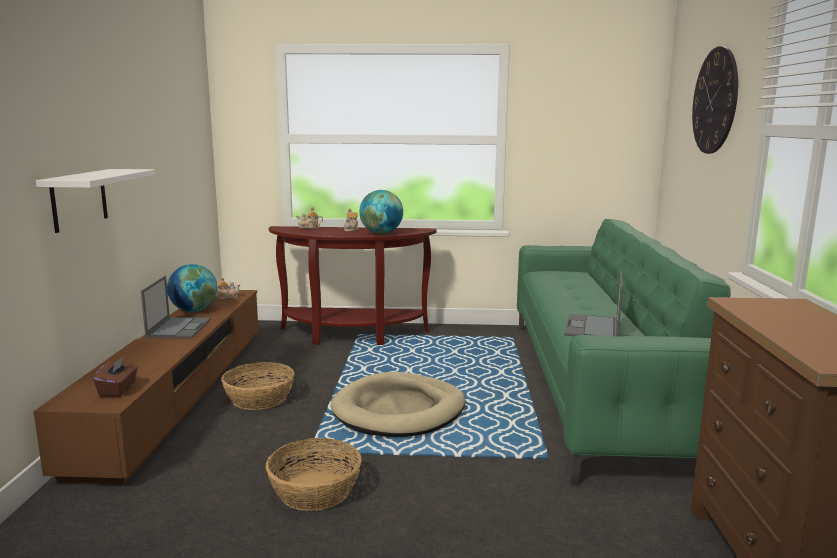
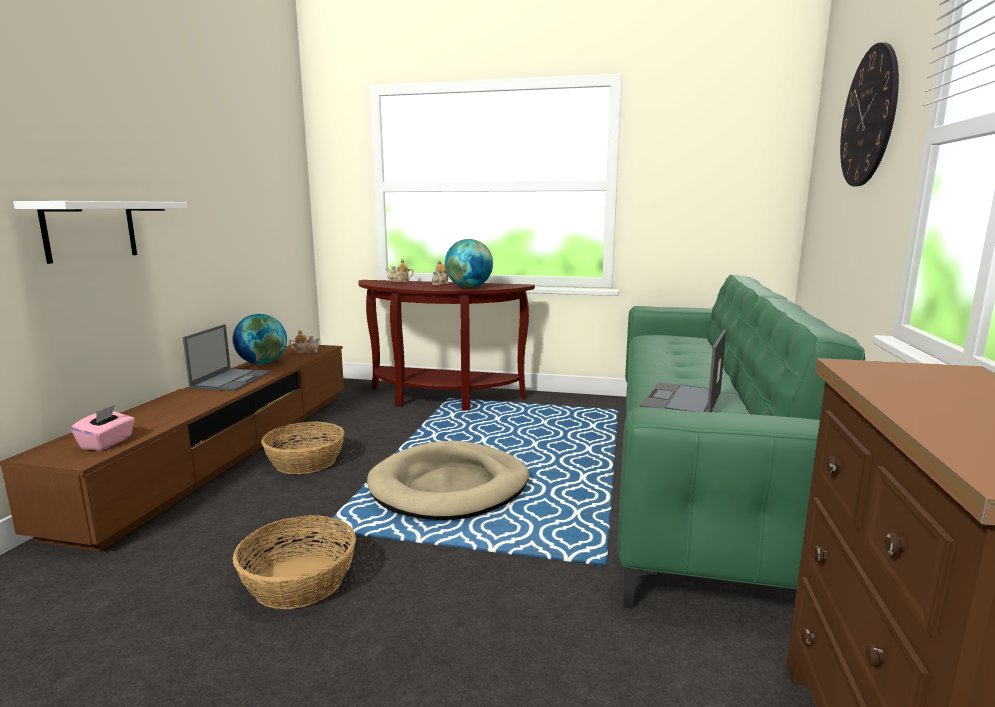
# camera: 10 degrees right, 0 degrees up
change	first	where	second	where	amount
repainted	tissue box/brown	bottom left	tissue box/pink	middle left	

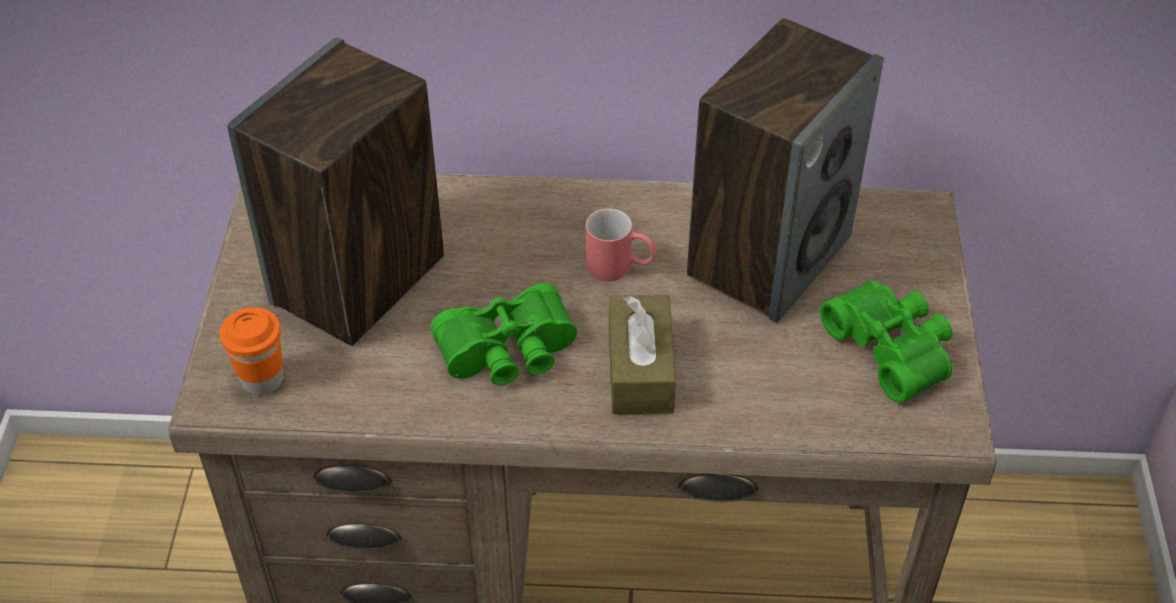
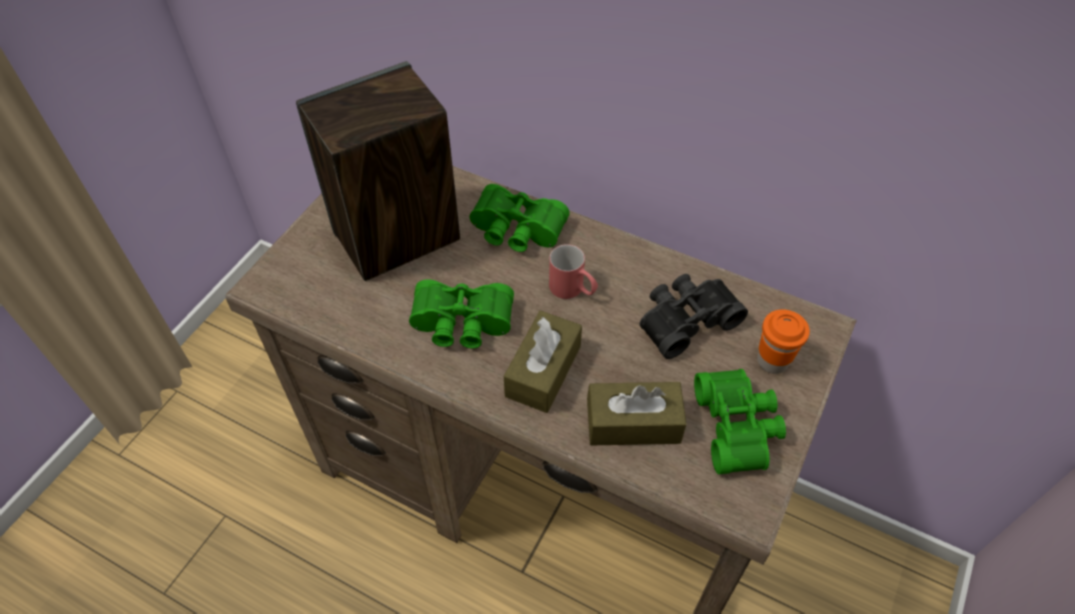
# camera: 25 degrees right, 5 degrees up
change	first	where	second	where	amount
swapped	speaker (no. 2 from left)	top right	binoculars/black	centre	
shifted	cup/orange	middle left		middle right	
new			binoculars/green (no. 2 from left)	centre	
new			tissue box/brown (no. 2 from left)	bottom centre	

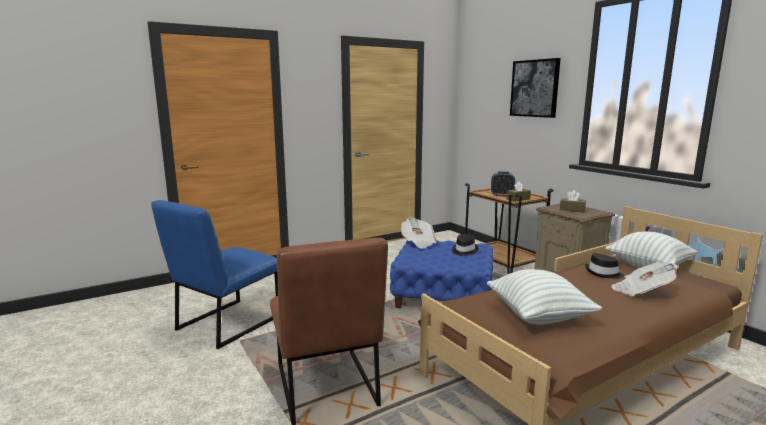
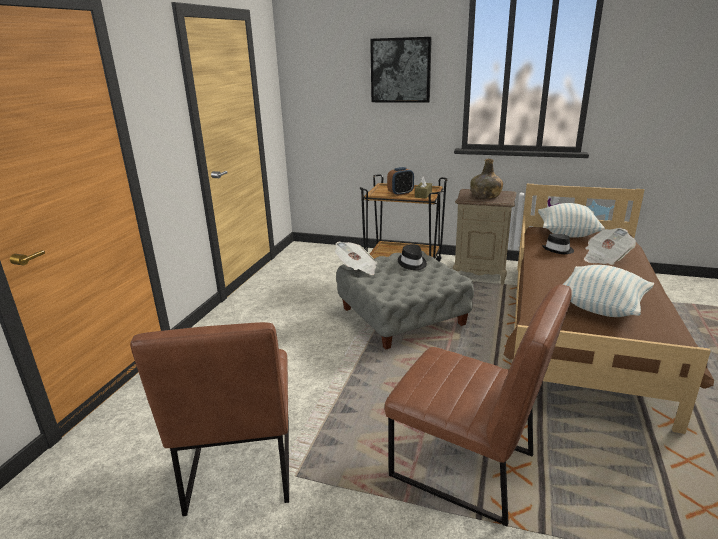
# camera: 40 degrees left, 10 degrees up
change	first	where	second	where	amount
swapped	tissue box/brown (no. 2 from left)	middle right	bottle/green	top right	
repainted	chair/blue	middle left	chair/brown (no. 1 from left)	bottom left	
repainted	ottoman/blue	centre	ottoman/grey	centre	

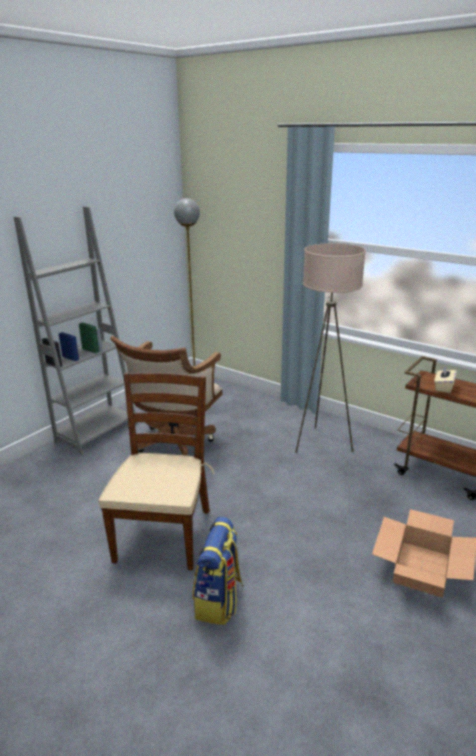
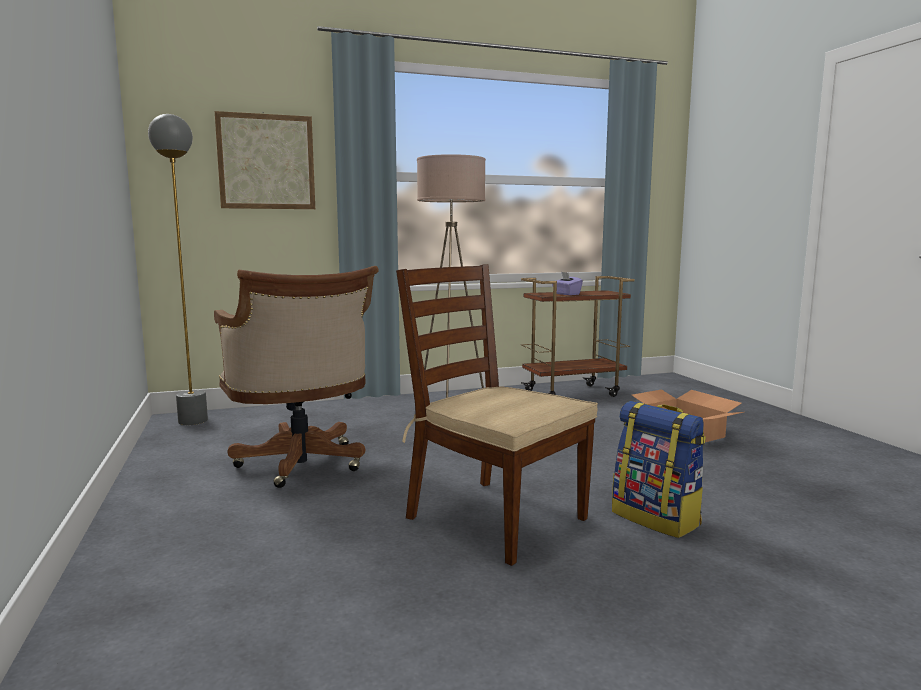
# camera: 55 degrees left, 15 degrees down
change	first	where	second	where	amount
gone	bookcase/grey	middle left			
repainted	tissue box/beige	middle right	tissue box/purple	centre	
new			picture	top left	

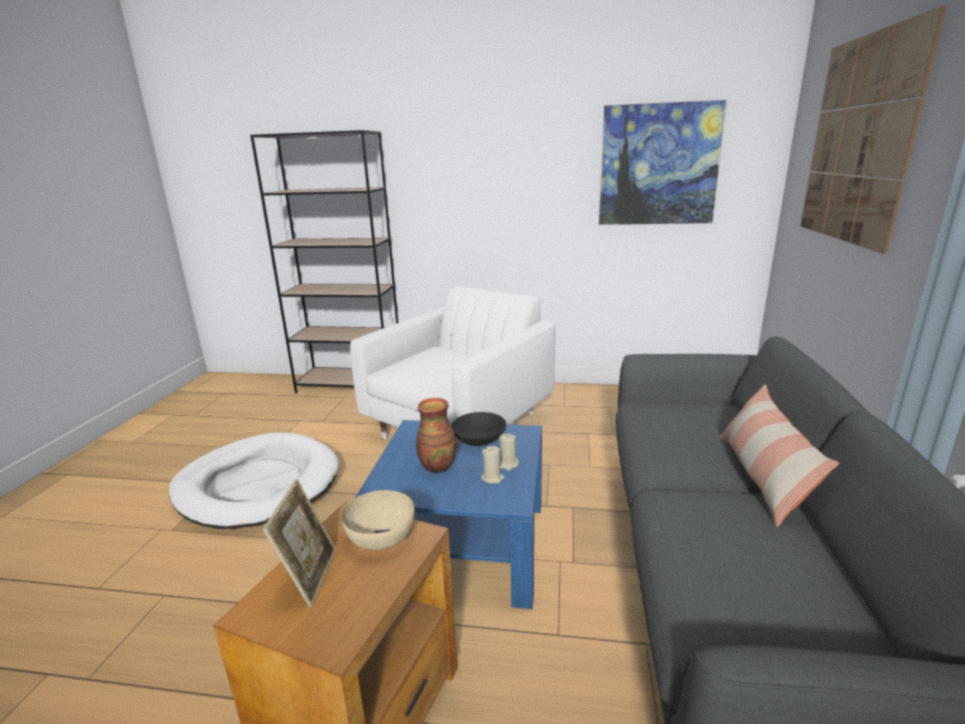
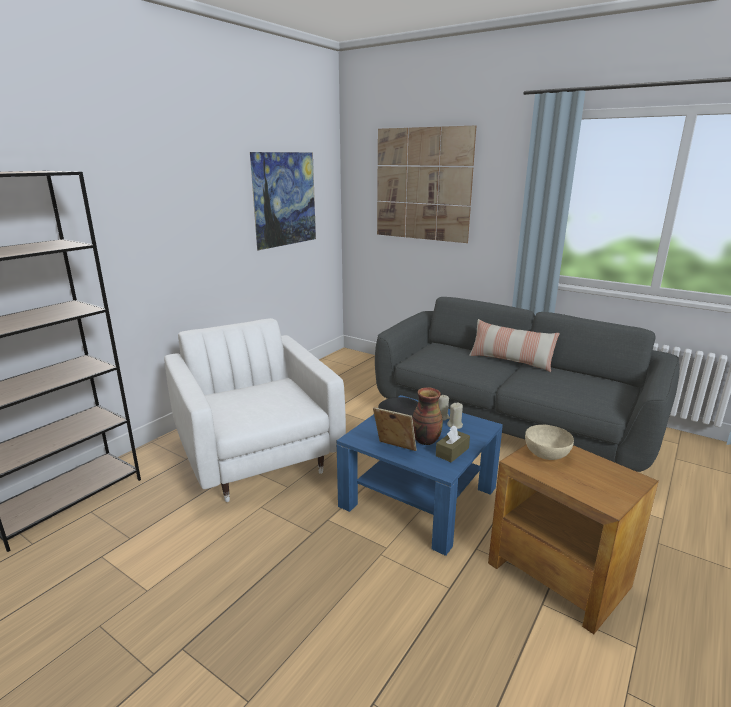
# camera: 65 degrees left, 0 degrees up
change	first	where	second	where	amount
gone	dog bed/white	middle left			
shifted	picture frame	bottom left		centre	
new			tissue box/brown	centre	

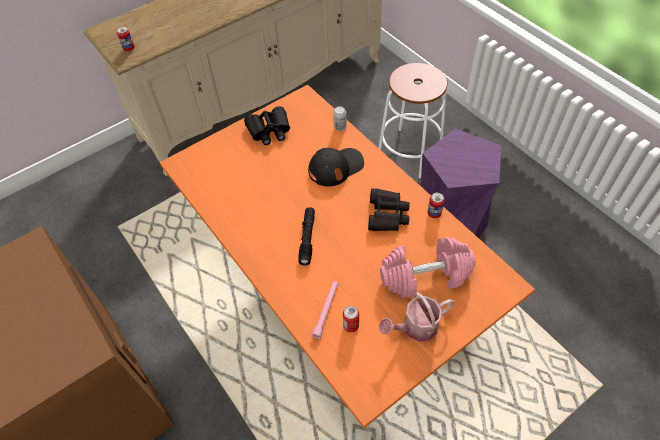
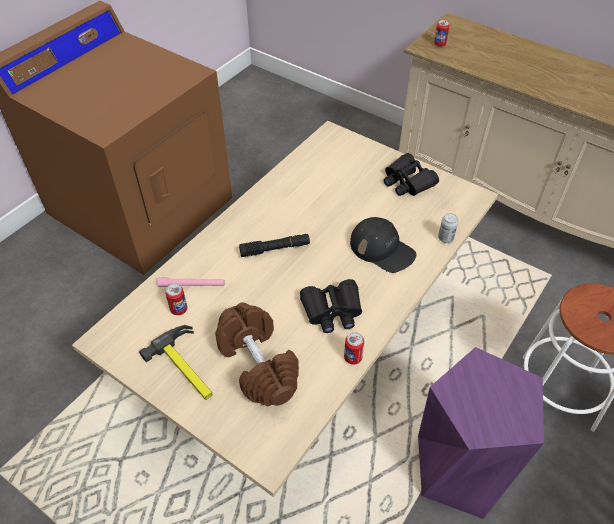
# camera: 70 degrees right, 5 degrees down
change	first	where	second	where	amount
repainted	dining table/orange	centre	dining table/beige	centre	
repainted	dumbbell/pink	centre	dumbbell/brown	bottom centre	
swapped	watering can	bottom centre	hammer	bottom left	

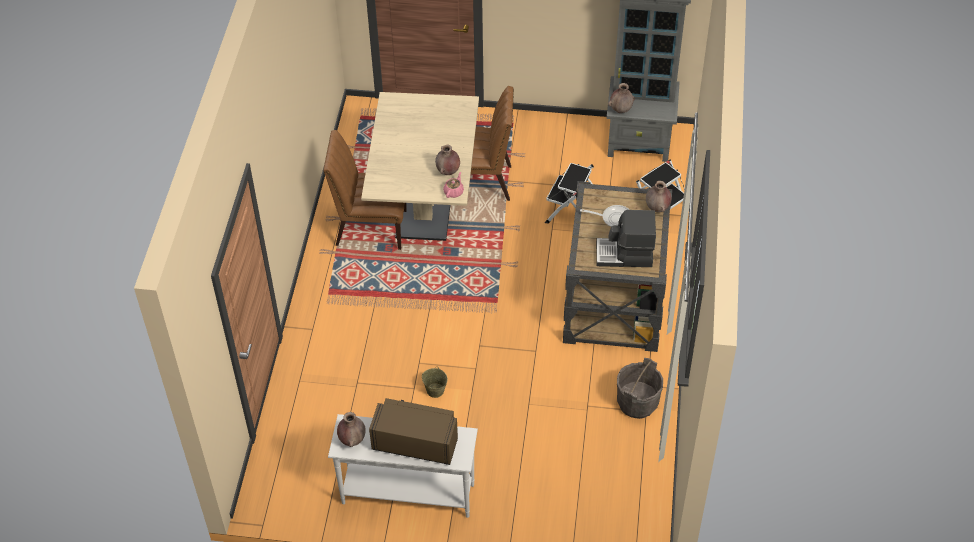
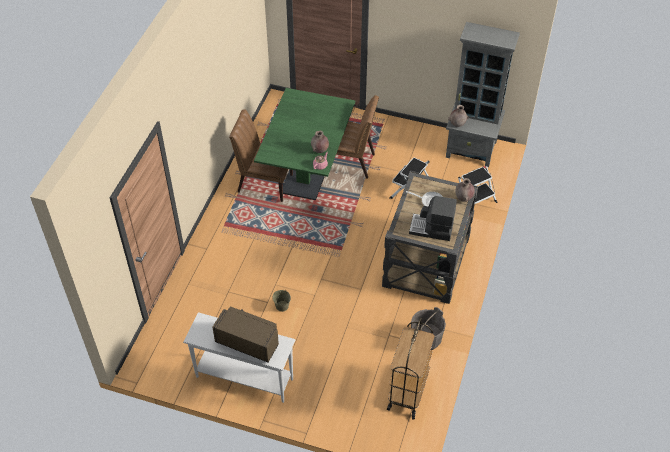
# camera: 10 degrees right, 0 degrees up
change	first	where	second	where	amount
repainted	dining table/beige	top centre	dining table/green	top centre	
gone	vase/brown (no. 1 from left)	bottom centre			
new			cart/brown	bottom centre	

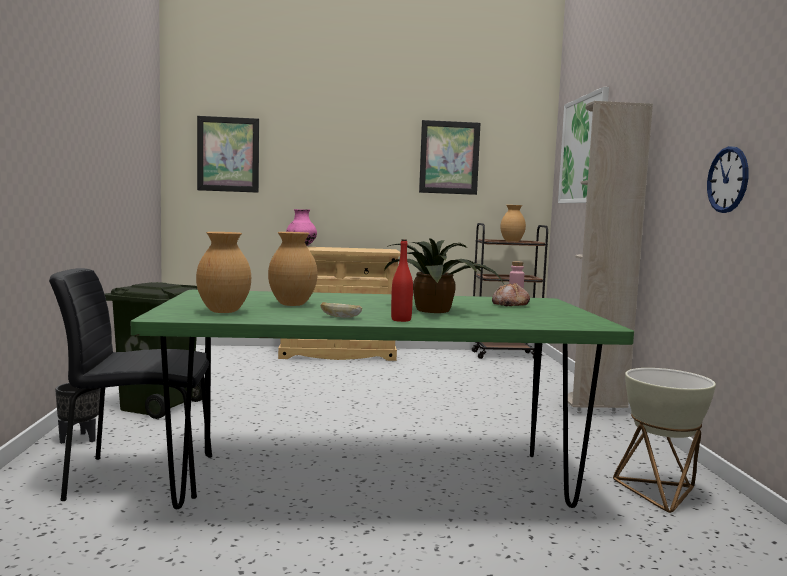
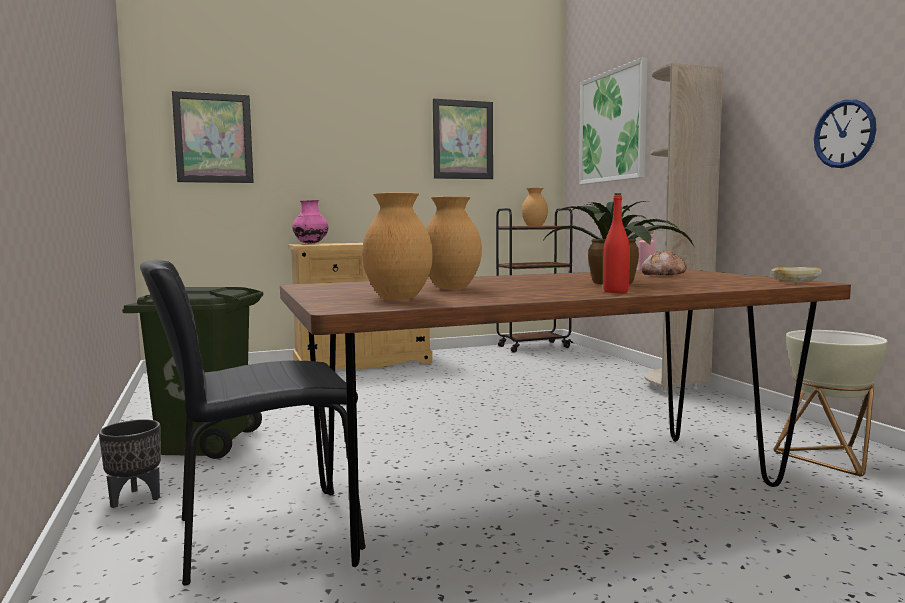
# camera: 15 degrees left, 0 degrees up
change	first	where	second	where	amount
repainted	dining table/green	bottom centre	dining table/brown	bottom centre	
shifted	bread (no. 1 from left in the first image)	centre	bread (no. 2 from left)	middle right	

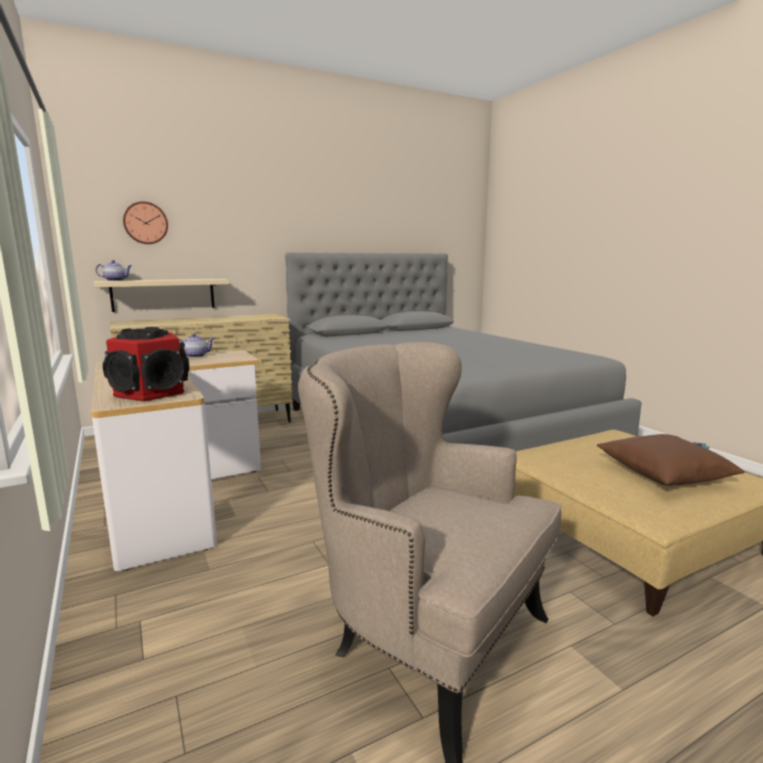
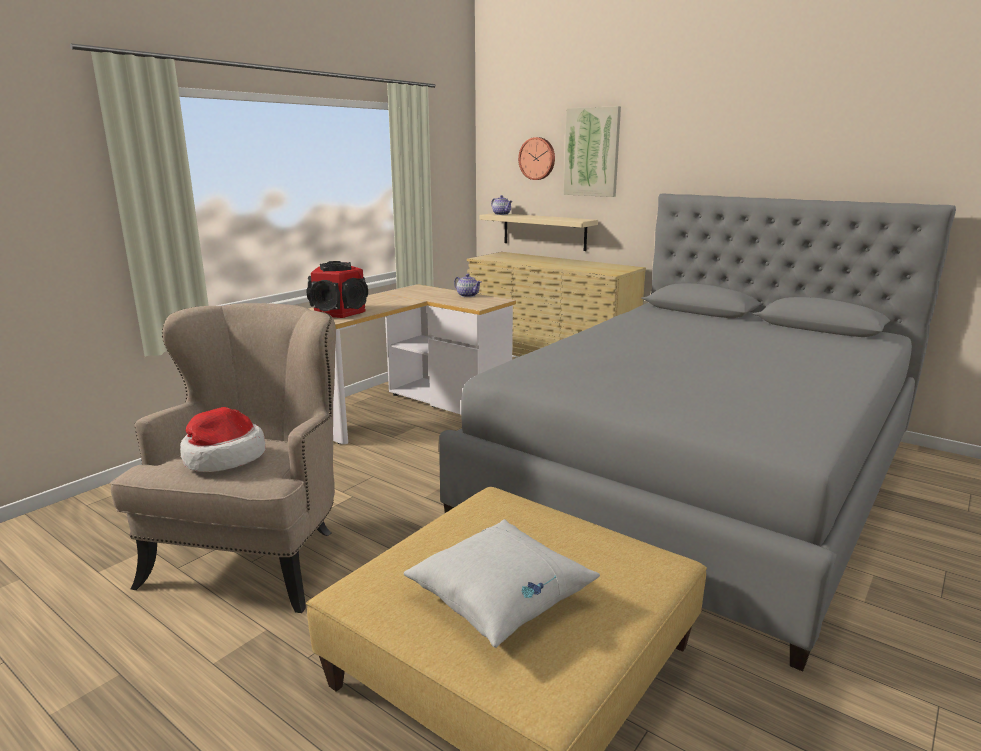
# camera: 65 degrees right, 5 degrees up
change	first	where	second	where	amount
repainted	pillow/brown	middle right	pillow/grey	bottom centre	
new			picture	top centre	
new			hat	middle left	

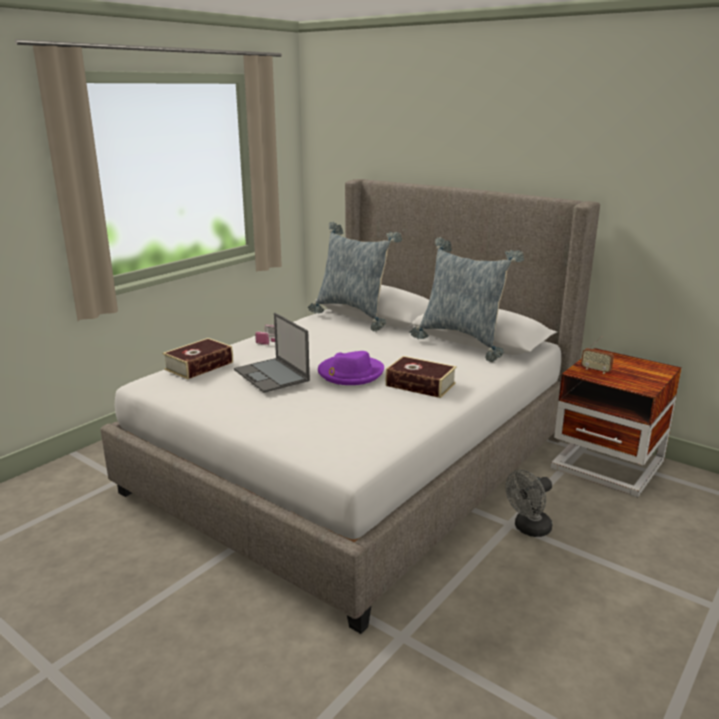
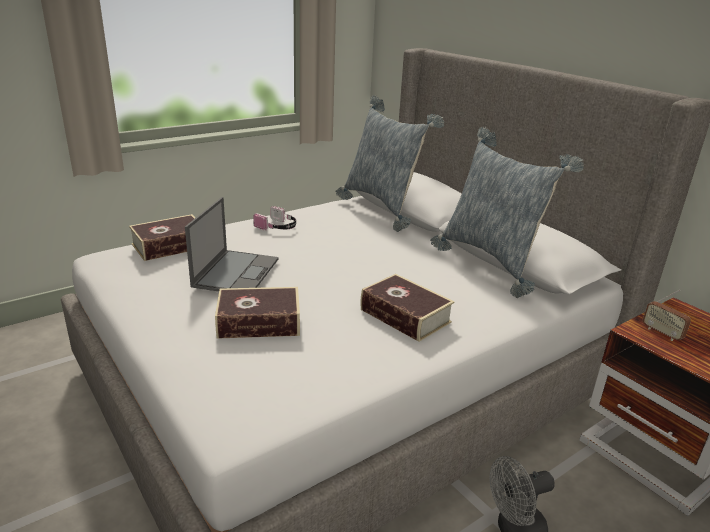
# camera: 15 degrees right, 5 degrees up
change	first	where	second	where	amount
rotated	laptop	centre		middle left	150 degrees counterclockwise
gone	hat/purple	centre			
new			book (no. 2 from left)	centre	

